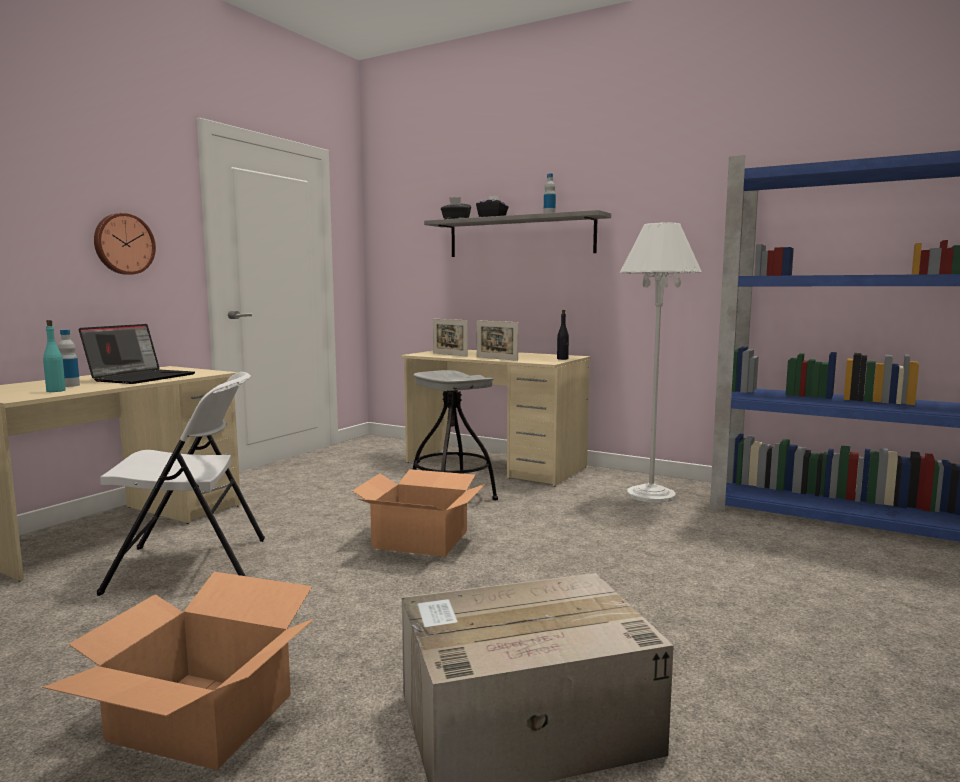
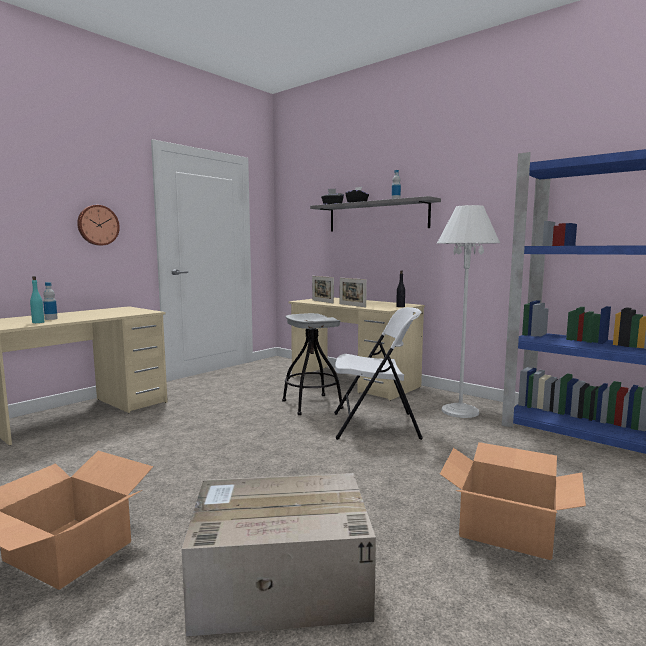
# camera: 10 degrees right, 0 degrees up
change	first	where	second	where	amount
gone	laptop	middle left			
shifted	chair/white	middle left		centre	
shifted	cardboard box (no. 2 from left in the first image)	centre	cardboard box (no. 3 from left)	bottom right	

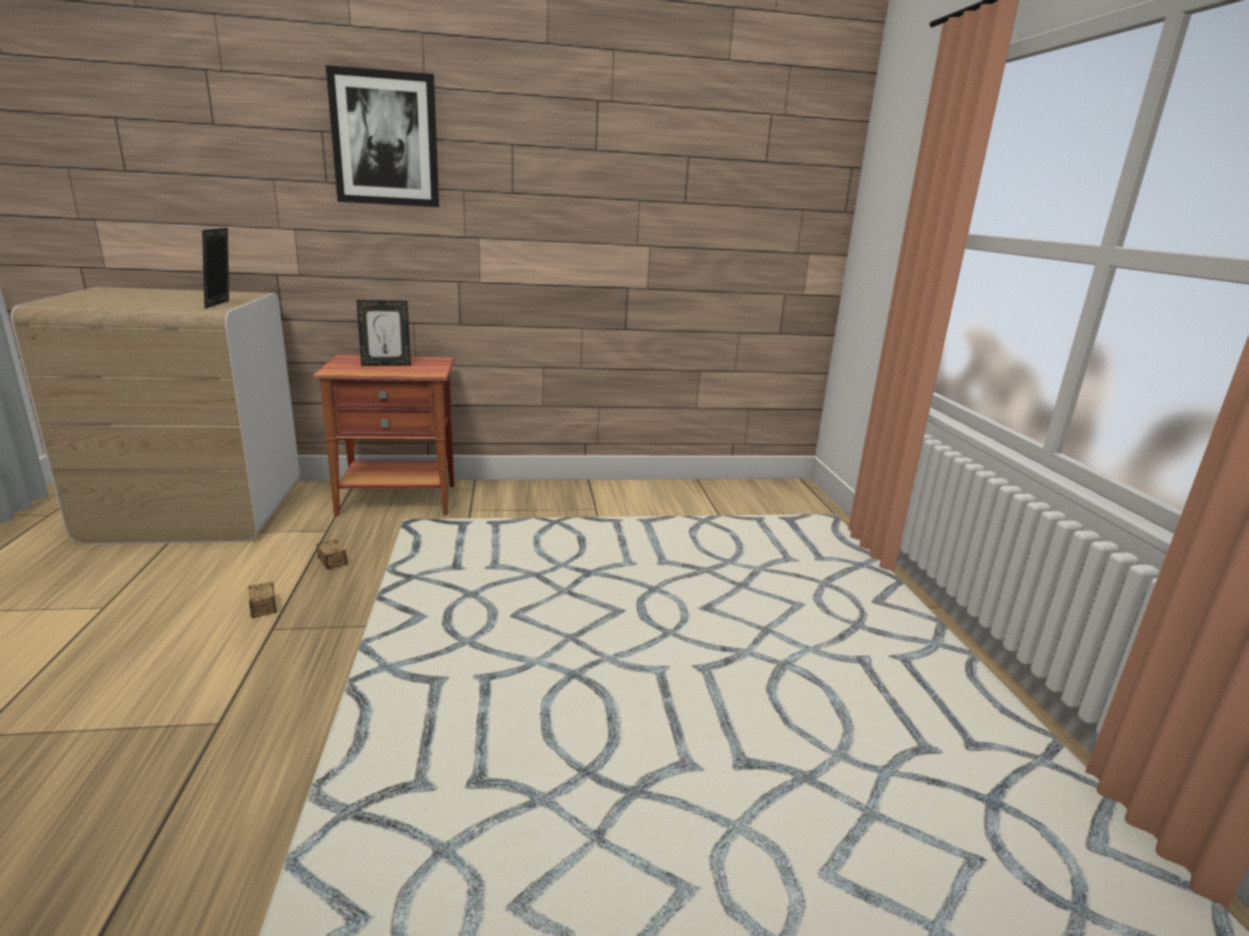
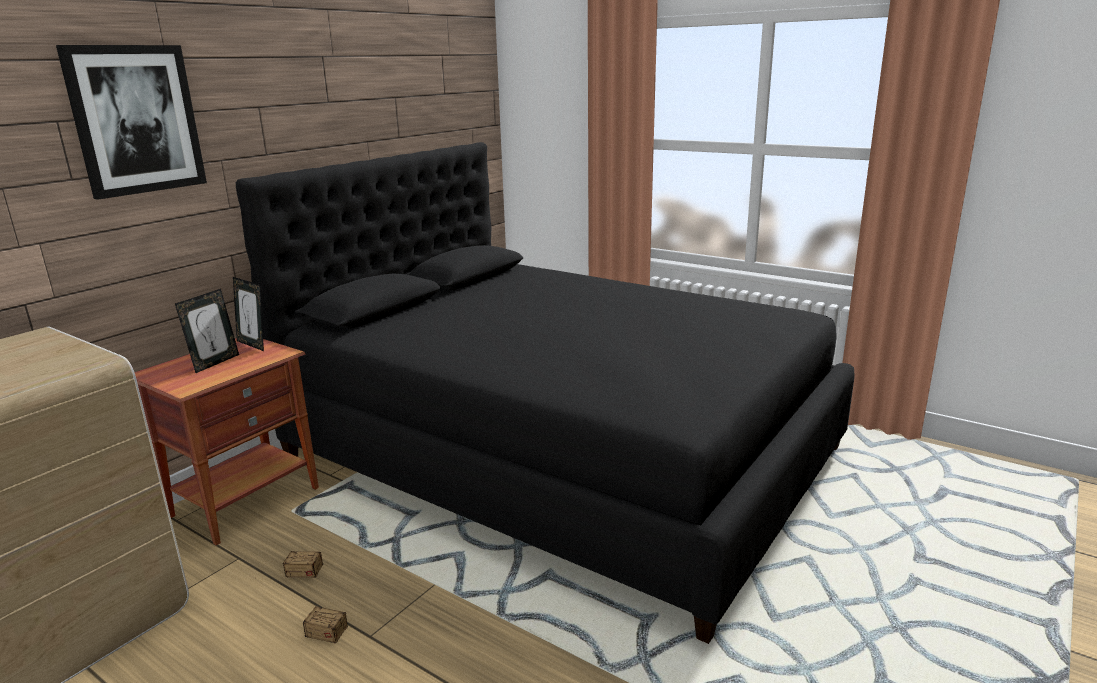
# camera: 45 degrees left, 0 degrees up
change	first	where	second	where	amount
shifted	picture frame (no. 1 from left in the first image)	top left	picture frame (no. 2 from left)	middle left	
new			bed/black	centre	

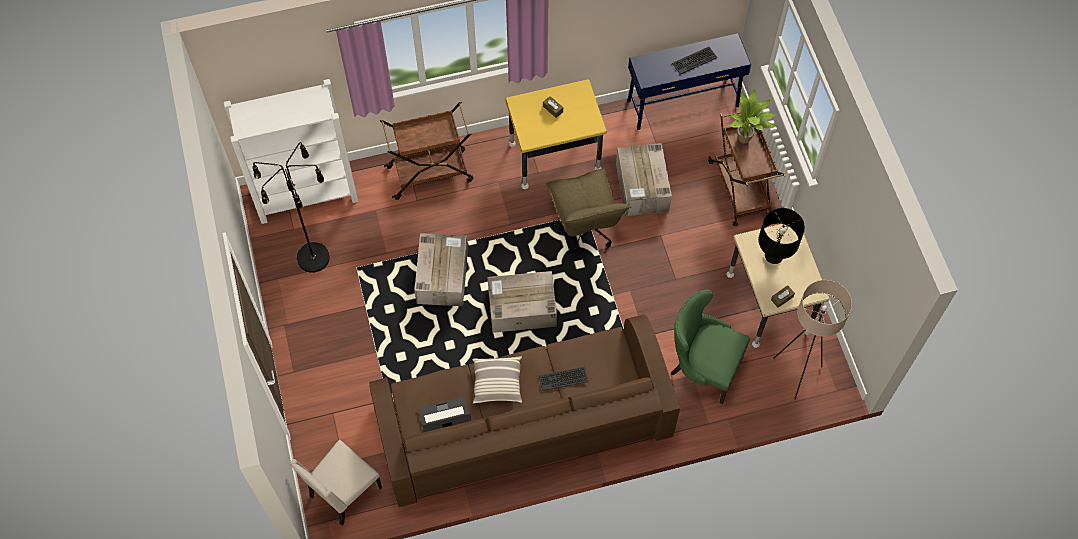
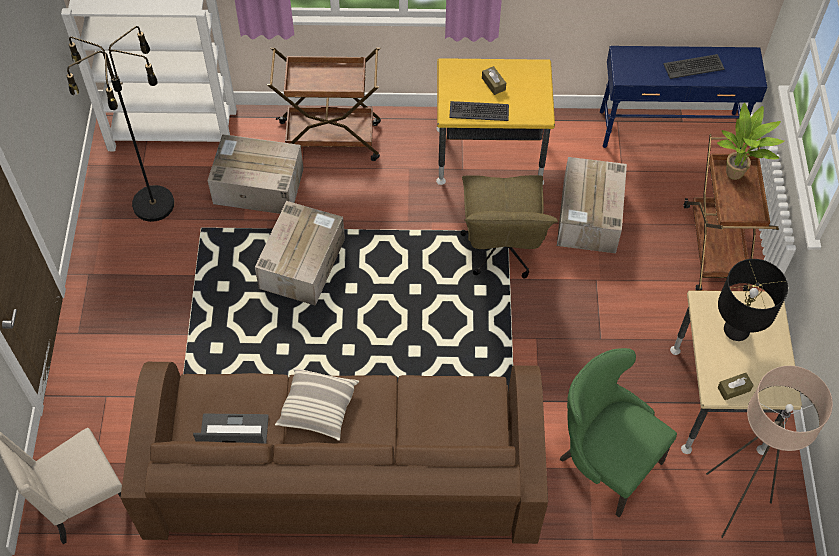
# camera: 15 degrees right, 5 degrees down
change	first	where	second	where	amount
shifted	cardboard box (no. 2 from left in the first image)	centre	cardboard box (no. 1 from left)	top left	
shifted	keyboard (no. 1 from left)	bottom centre		top centre	

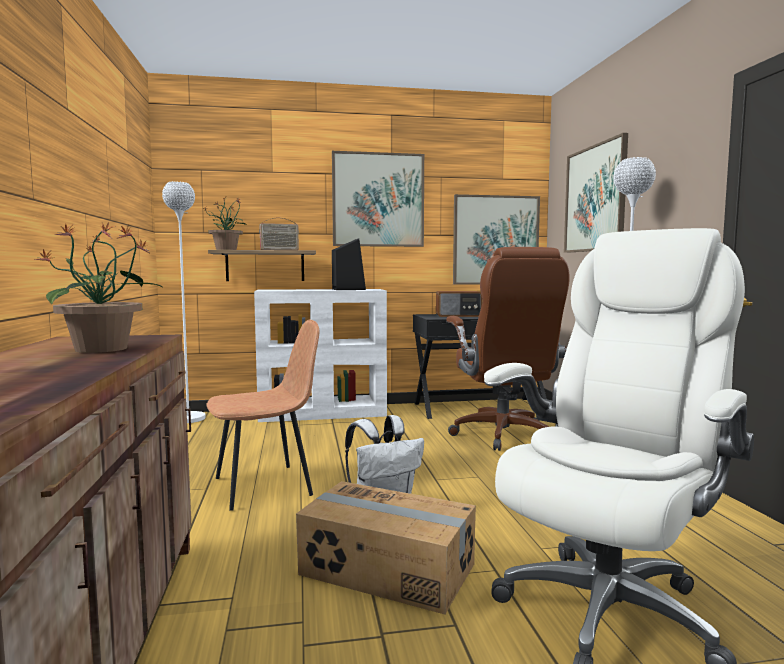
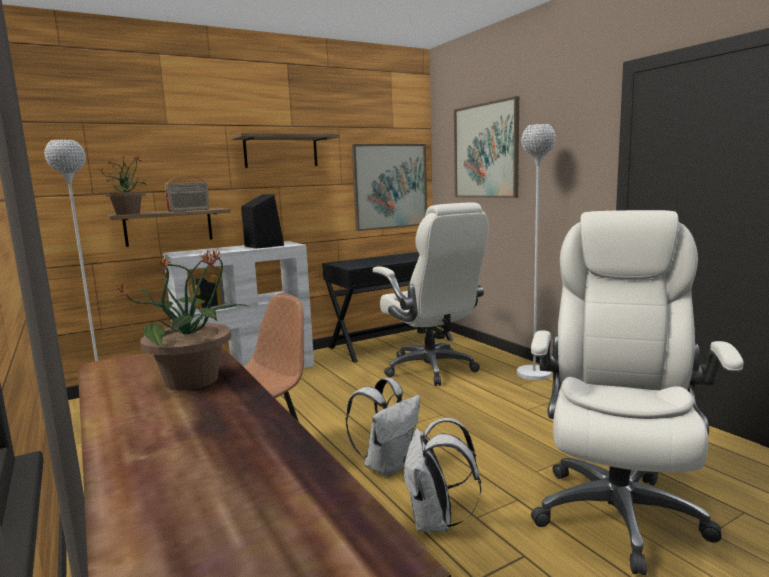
# camera: 20 degrees left, 5 degrees up
change	first	where	second	where	amount
swapped	picture (no. 1 from left)	top centre	shelf (no. 2 from left)	top centre	
repainted	office chair/brown	centre	office chair/white (no. 1 from left)	centre	
gone	radio (no. 2 from left)	centre			
swapped	cardboard box	bottom centre	backpack/white (no. 2 from left)	bottom centre	

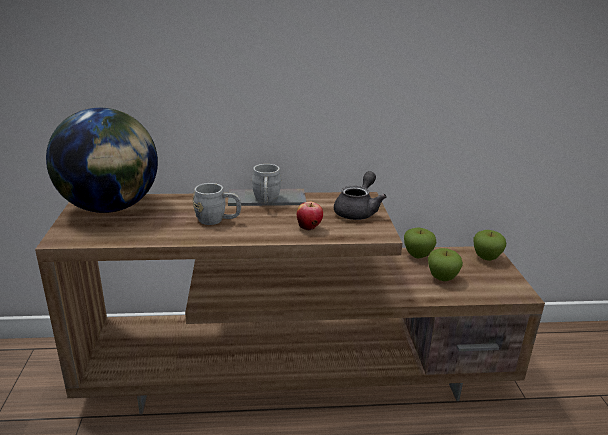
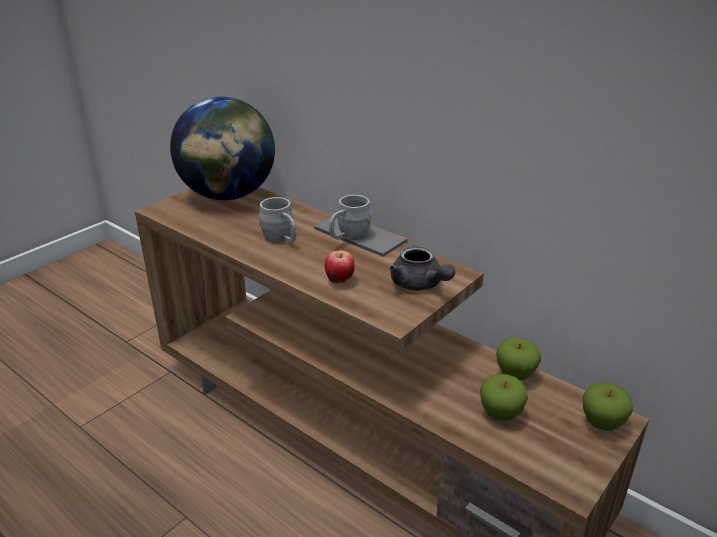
# camera: 45 degrees right, 5 degrees up
change	first	where	second	where	amount
rotated	teapot/grey	centre		centre	75 degrees clockwise

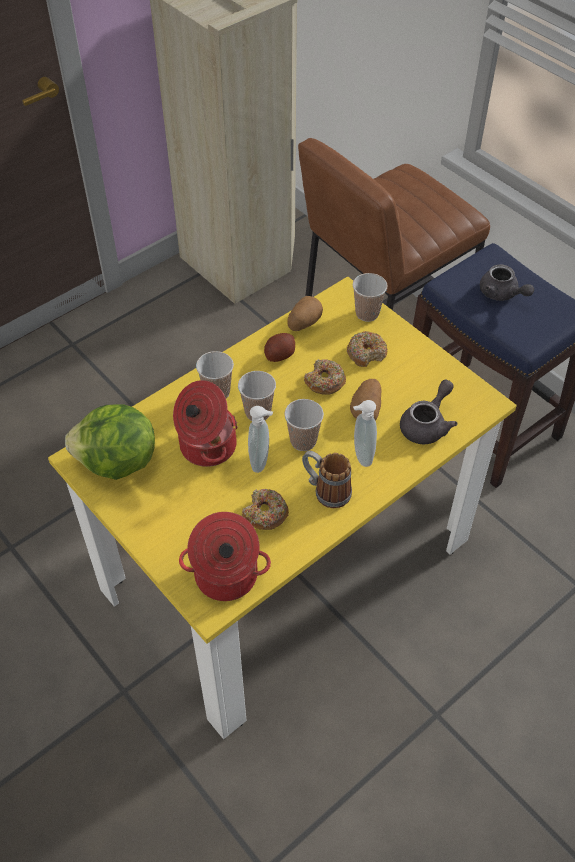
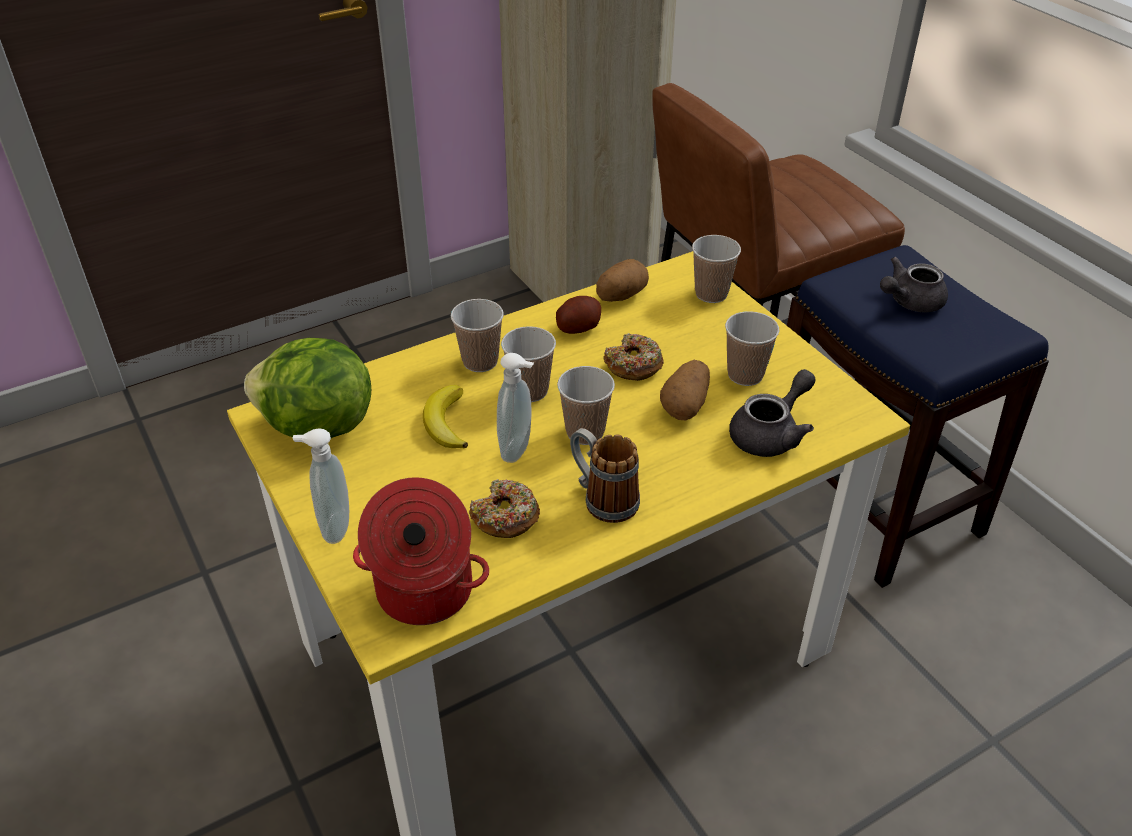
# camera: 10 degrees right, 10 degrees down
change	first	where	second	where	amount
rotated	teapot/grey (no. 2 from left)	top right		middle right	90 degrees clockwise
gone	donut (no. 3 from left)	centre			
swapped	cooking pot (no. 1 from left)	centre	banana	centre	
shifted	soap dispenser (no. 2 from left in the first image)	centre	soap dispenser (no. 1 from left)	middle left	
new			cup (no. 5 from left)	centre	

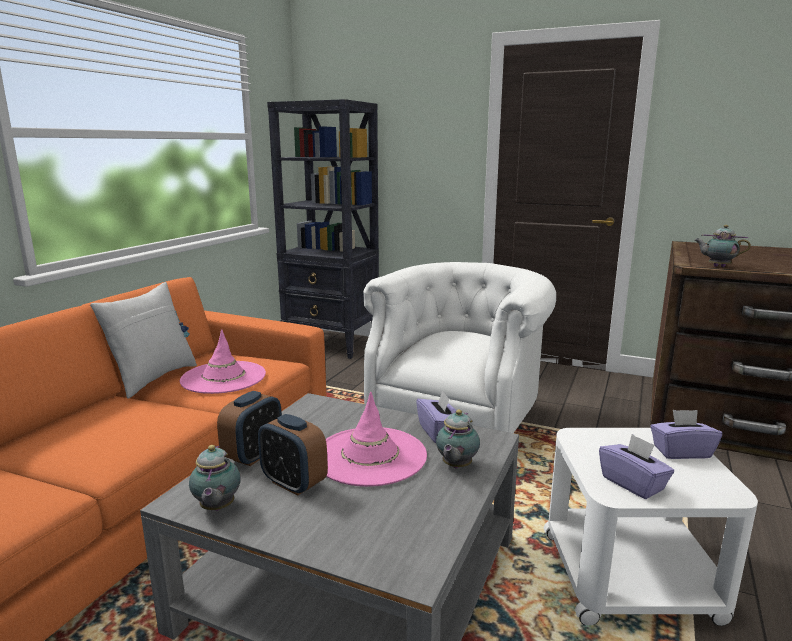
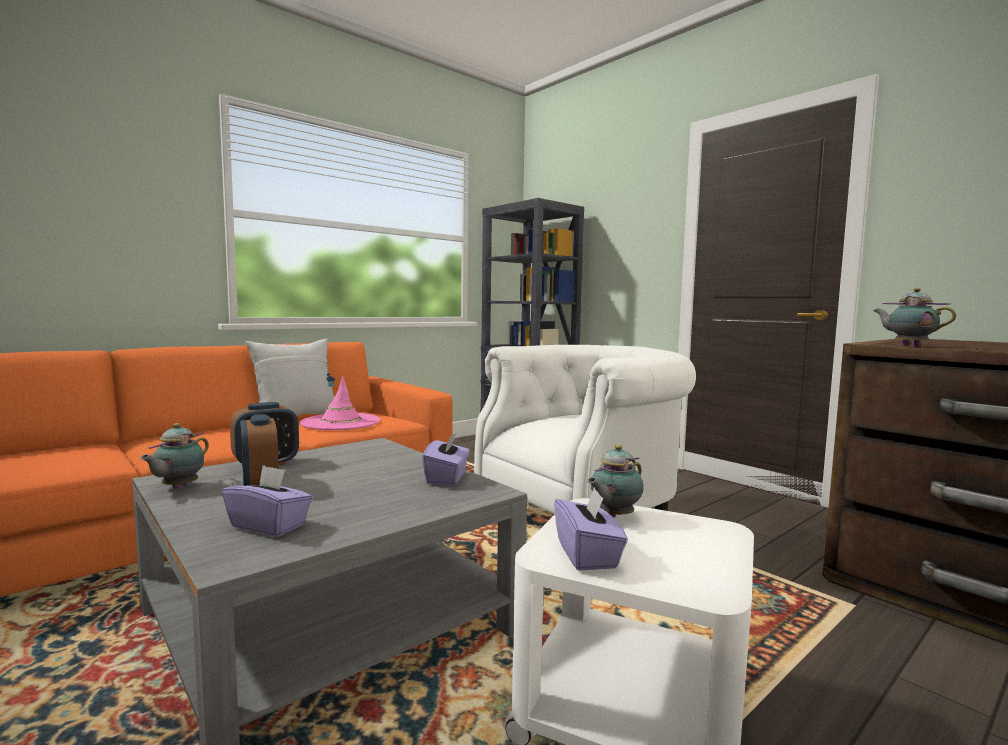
# camera: 25 degrees right, 10 degrees down
change	first	where	second	where	amount
gone	hat/pink (no. 2 from left)	bottom centre			
shifted	teapot (no. 2 from left)	bottom centre		centre	
shifted	tissue box/purple (no. 3 from left in the first image)	bottom right	tissue box/purple (no. 1 from left)	bottom left	

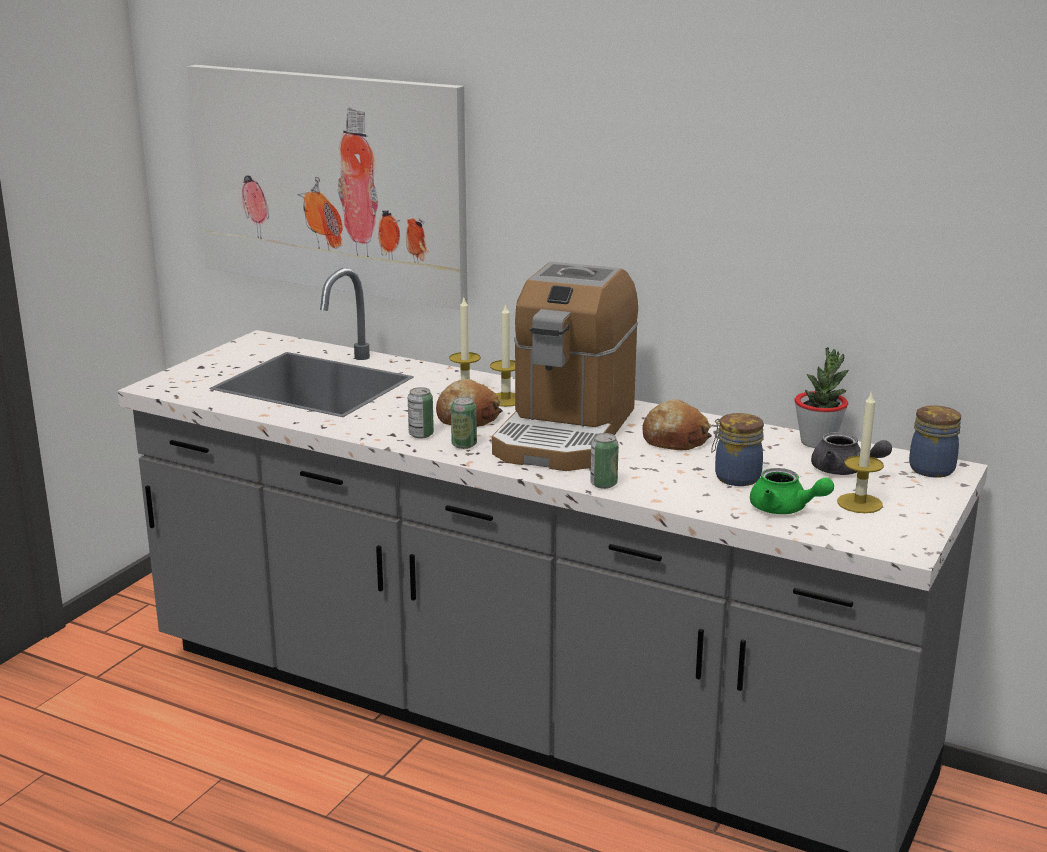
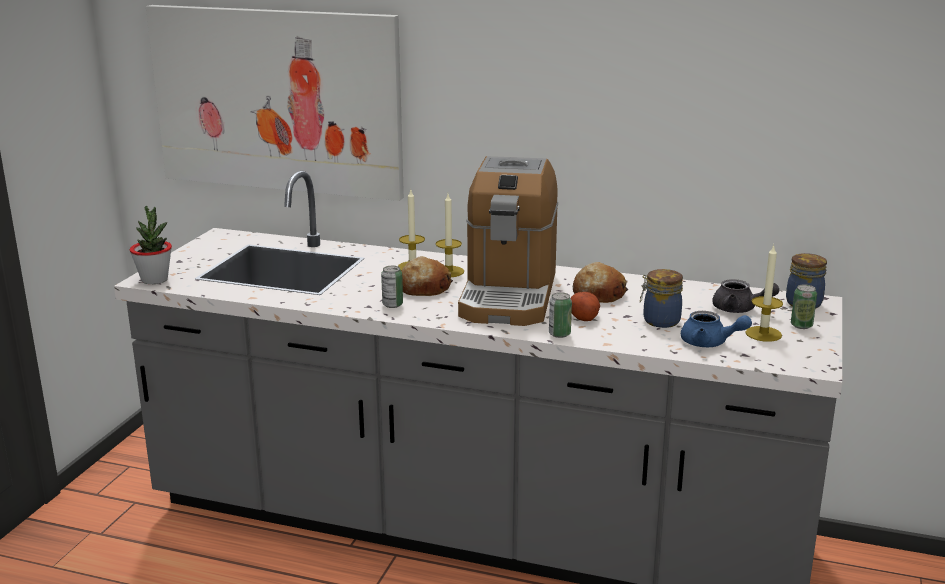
# camera: 10 degrees left, 0 degrees up
change	first	where	second	where	amount
shifted	potted plant	middle right		middle left	
shifted	can (no. 2 from left in the first image)	centre	can (no. 3 from left)	middle right	
repainted	teapot/green	middle right	teapot/blue	middle right	
new			potato	centre	

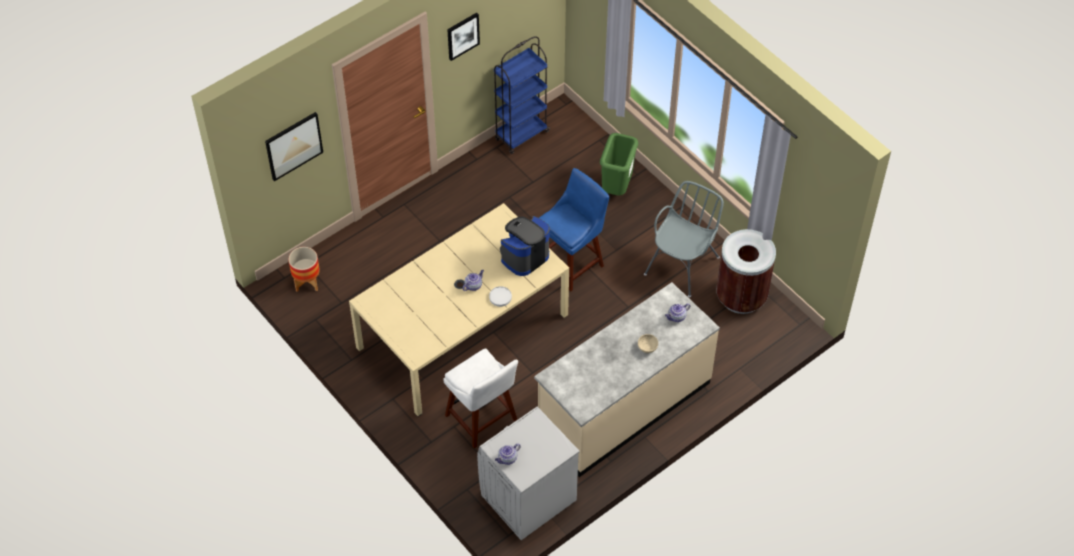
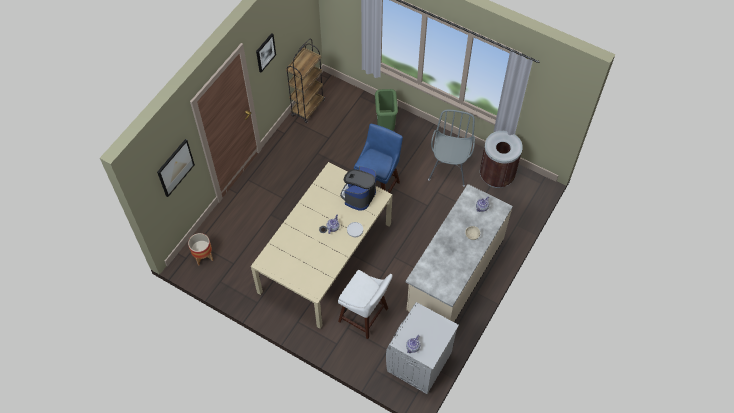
# camera: 20 degrees left, 5 degrees up
change	first	where	second	where	amount
repainted	cart/blue	top centre	cart/brown	top centre	

